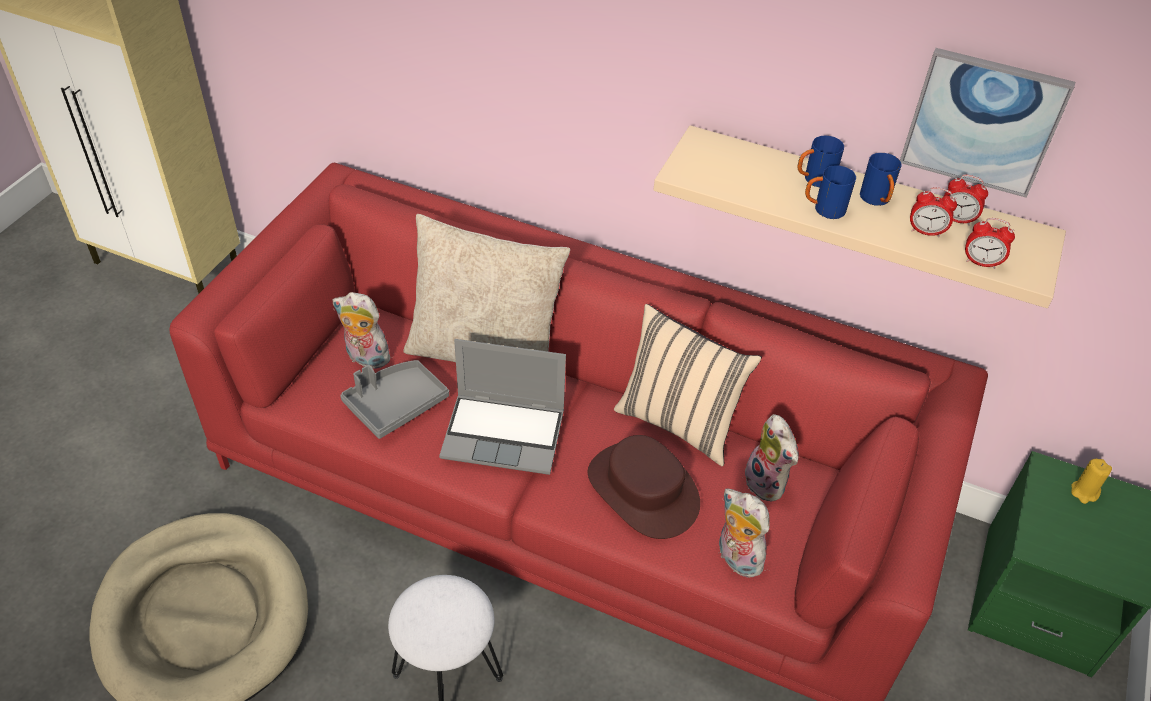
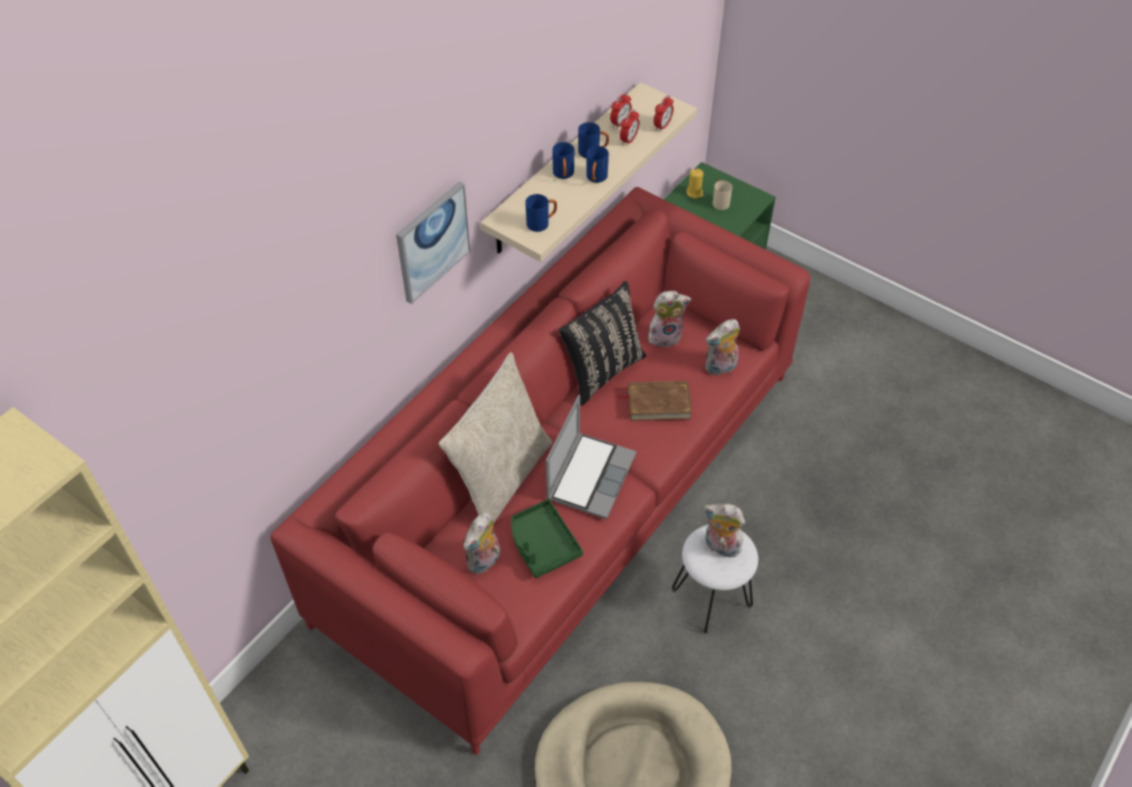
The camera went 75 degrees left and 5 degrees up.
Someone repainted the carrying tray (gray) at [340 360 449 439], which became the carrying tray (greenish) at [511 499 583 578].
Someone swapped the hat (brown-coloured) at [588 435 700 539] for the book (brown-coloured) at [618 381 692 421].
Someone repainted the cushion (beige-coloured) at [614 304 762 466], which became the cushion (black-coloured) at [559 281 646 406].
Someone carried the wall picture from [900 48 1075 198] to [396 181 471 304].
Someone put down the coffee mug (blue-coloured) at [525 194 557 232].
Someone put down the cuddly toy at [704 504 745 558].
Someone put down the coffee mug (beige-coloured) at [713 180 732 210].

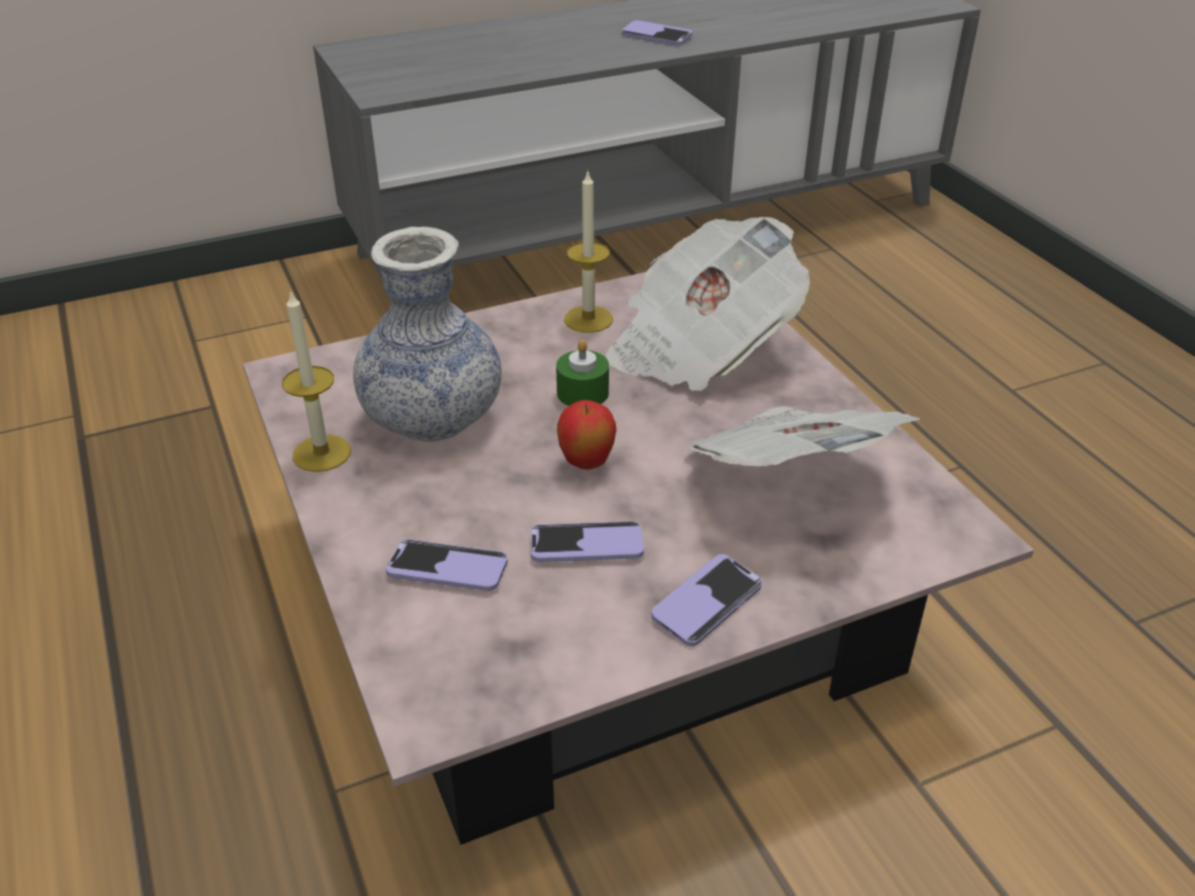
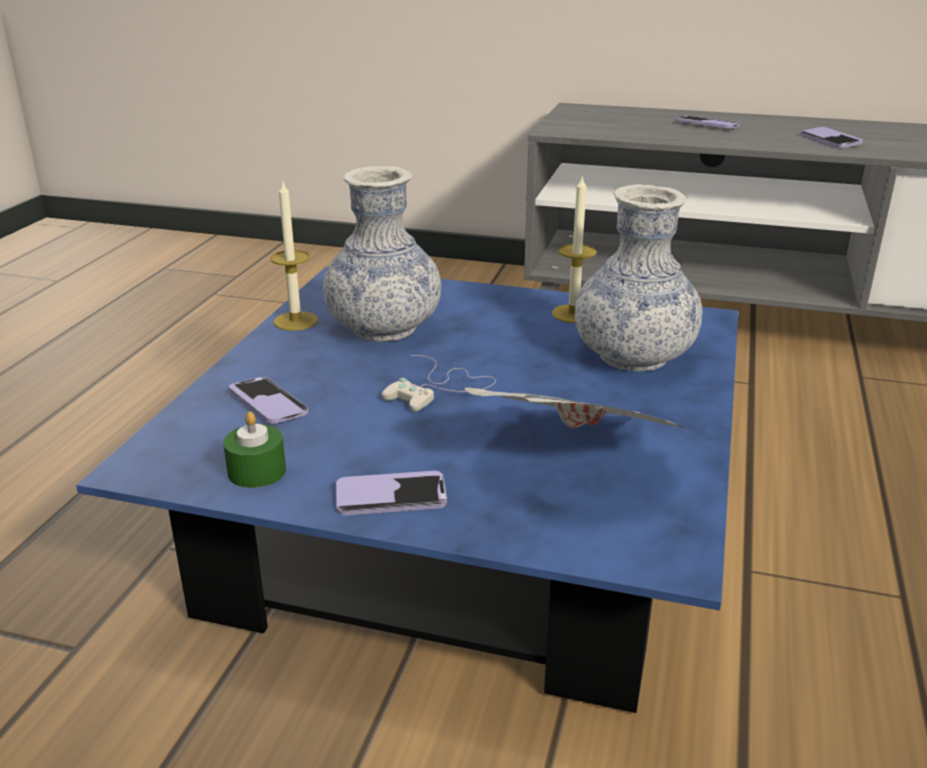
The camera went 40 degrees right and 10 degrees down.
Someone repainted the low table (pinkish) at [243 272 1034 845], which became the low table (blue-coloured) at [76 266 738 713].
Someone carried the phone from [531 521 644 562] to [676 116 740 128].
Someone carried the wax candle (greenish) from [556 340 609 406] to [223 411 286 488].
Someone swapped the whole apple at [557 400 616 469] for the joypad (white) at [381 355 496 412].
Someone swapped the newspaper at [606 217 810 391] for the vase at [575 184 702 371].

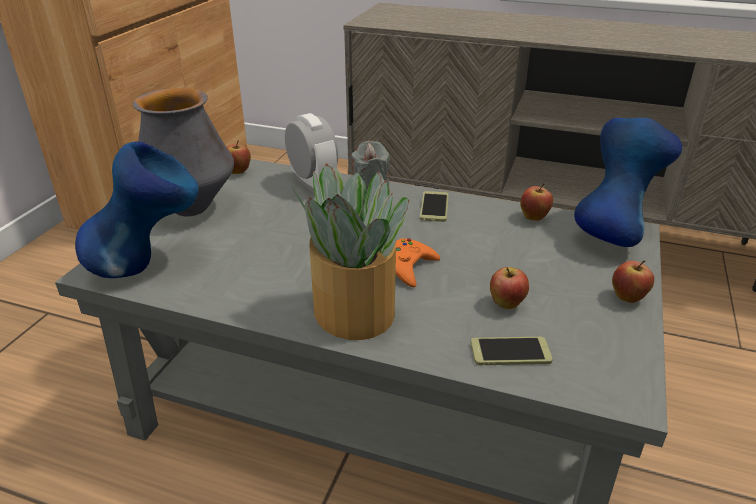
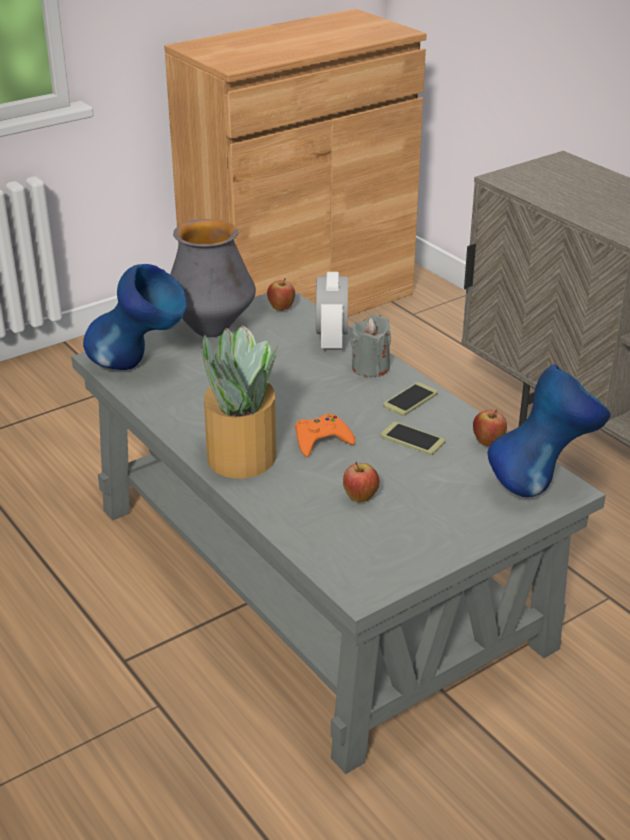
The camera went 35 degrees right and 0 degrees up.
Someone carried the phone from [470 337 553 365] to [381 422 445 455].
Someone took away the whole apple at [612 260 654 303].

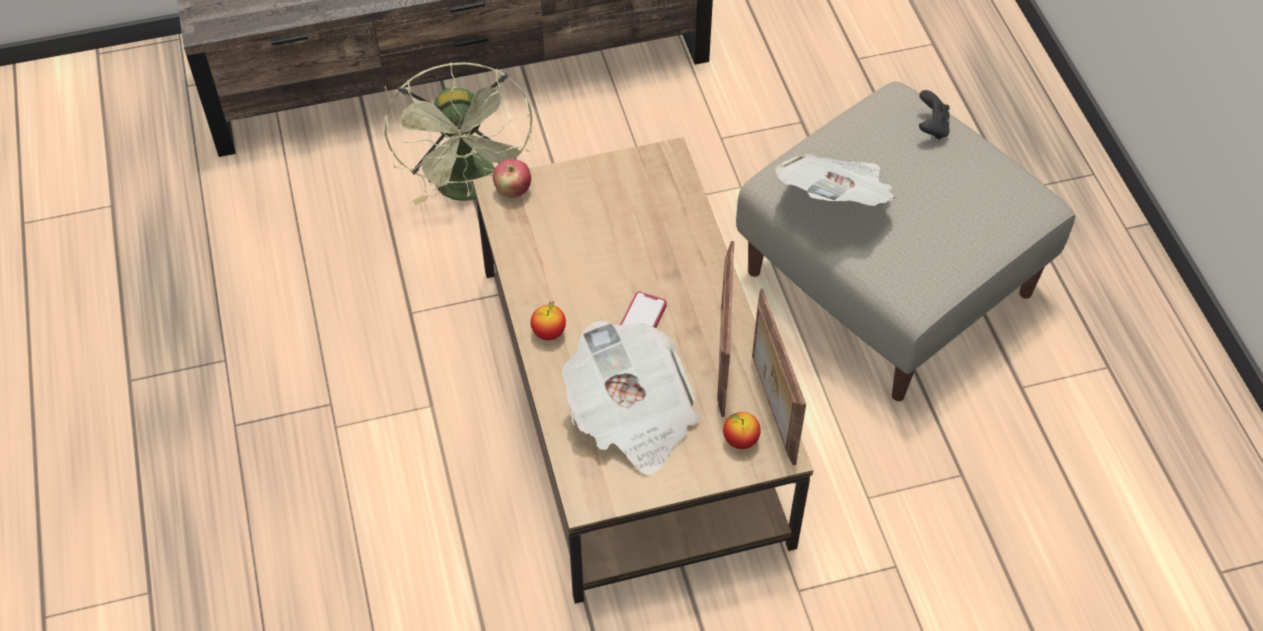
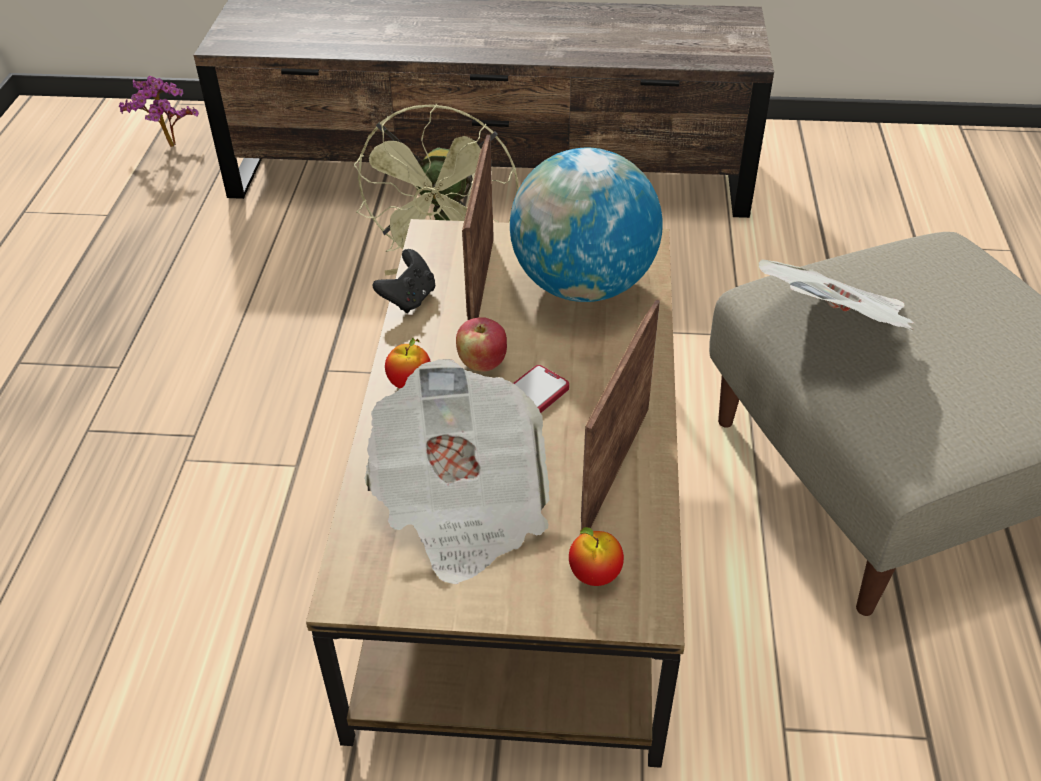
The camera went 20 degrees right and 10 degrees down.
Someone carried the whole apple from [493 159 531 198] to [456 317 507 372].
Someone carried the picture frame from [752 289 806 465] to [462 135 494 320].
Someone carried the joypad (black-coloured) from [919 90 950 140] to [372 249 435 313].
Someone put down the plant in a pot at [119 76 199 147].
Someone put down the globe at [510 148 663 302].

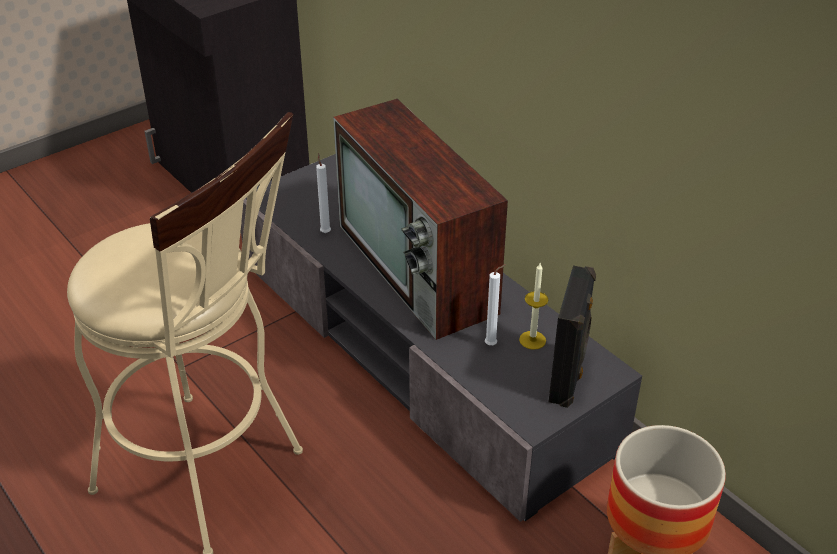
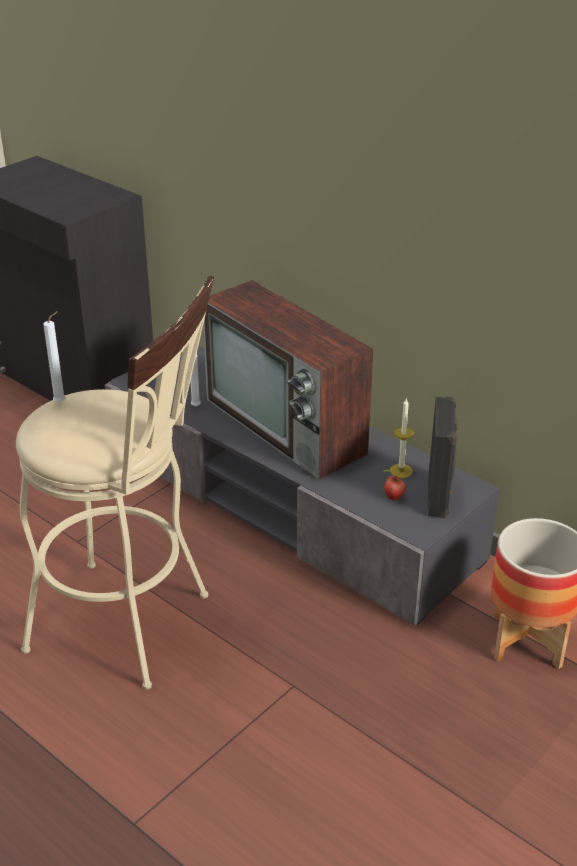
The camera went 10 degrees left and 5 degrees down.
Someone carried the wax candle (white) from [485 264 506 345] to [43 311 66 403].
Someone put down the whole apple at [382 470 406 501].

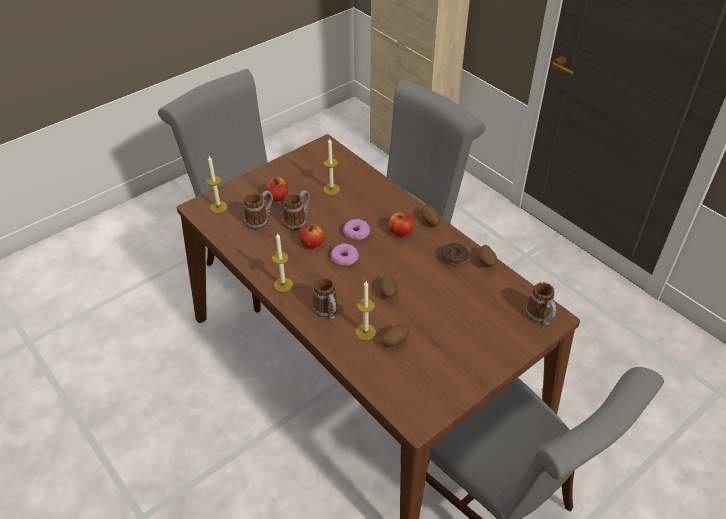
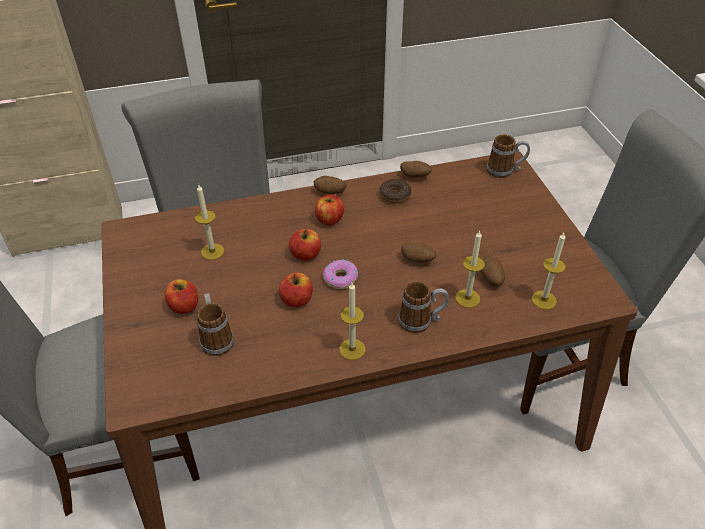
The camera went 65 degrees left and 0 degrees up.
Someone carried the wax candle from [206 156 227 213] to [532 233 566 309].
Someone took away the coffee mug at [283 190 310 230].
Someone swapped the ring doughnut at [343 219 370 240] for the whole apple at [289 229 321 261].

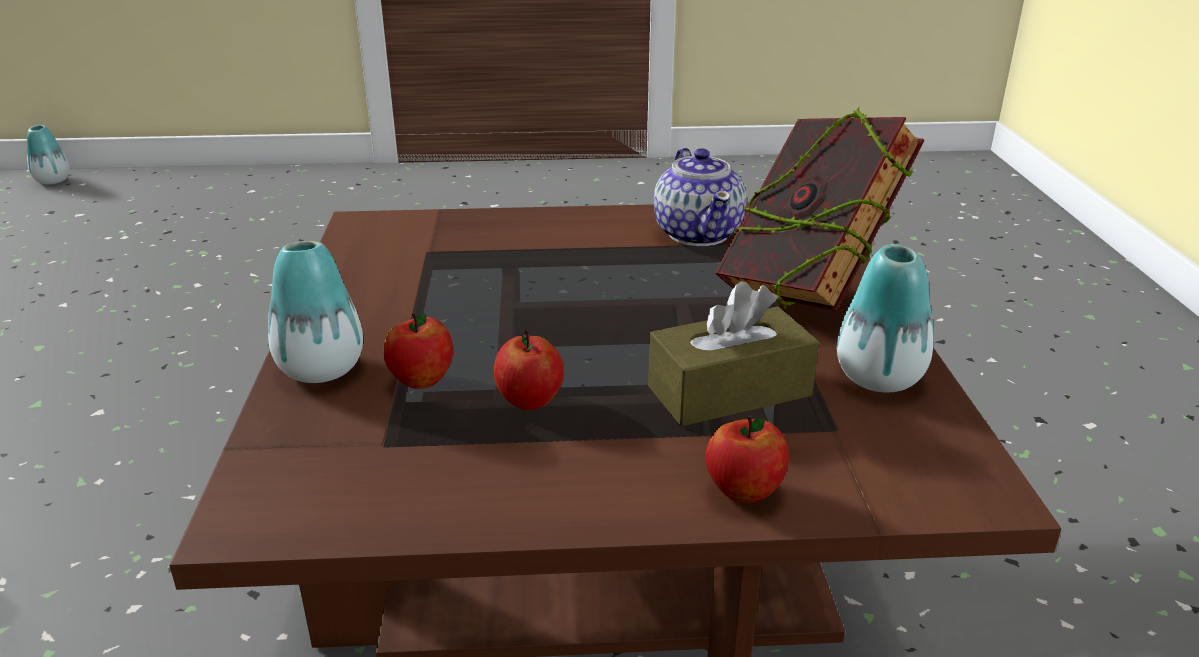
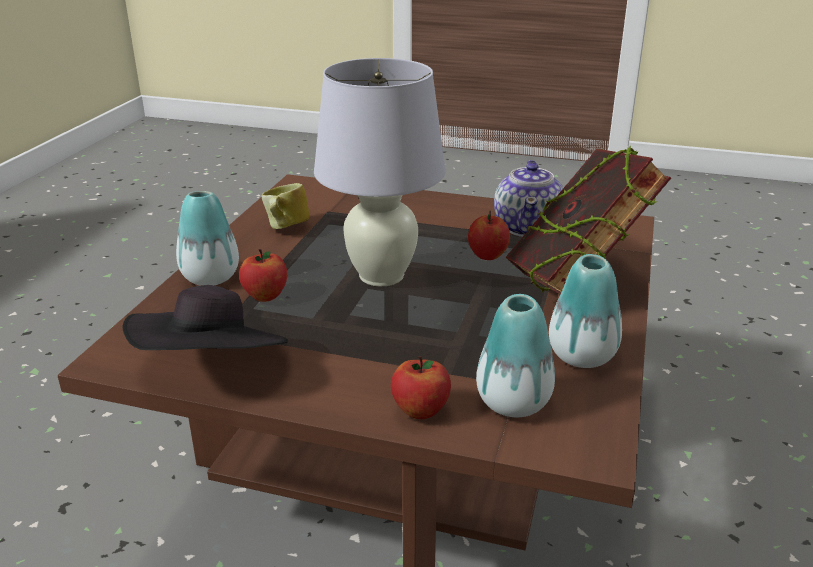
The camera went 20 degrees right and 0 degrees up.
Someone carried the vase from [27 125 70 184] to [476 294 555 417].
Someone carried the whole apple from [494 330 564 410] to [468 211 510 260].
Someone took away the tissue holder (brown-coloured) at [648 281 819 427].
Someone put down the hat (black-coloured) at [123 285 288 350].
Someone put down the coffee mug at [262 183 310 229].
Someone put down the tabletop lamp (white) at [314 58 446 287].

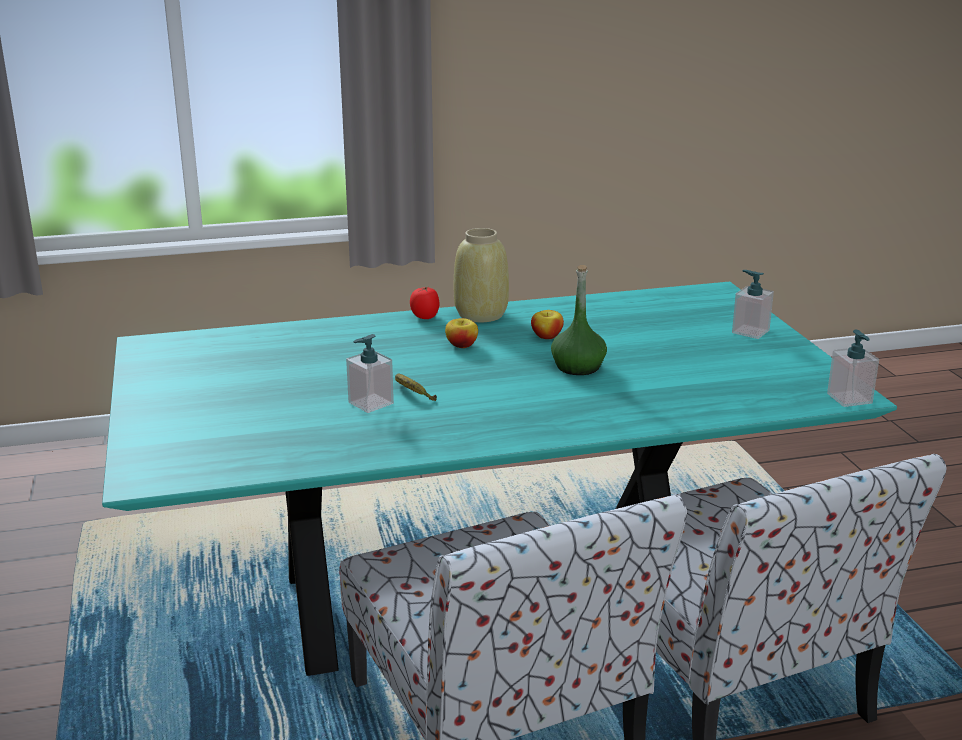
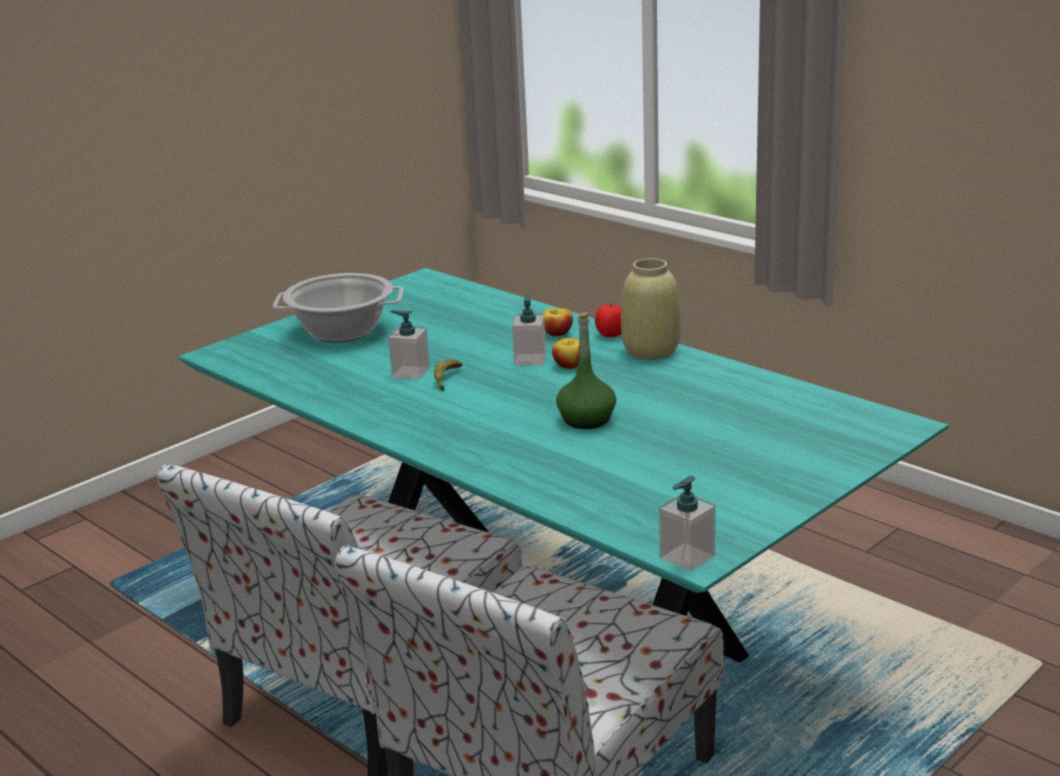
The camera went 60 degrees right and 0 degrees up.
Someone carried the whole apple from [531 310 564 339] to [543 308 573 336].
Someone carried the soap dispenser from [732 270 774 339] to [512 294 546 366].
Someone put down the saucepot at [273 273 403 343].

